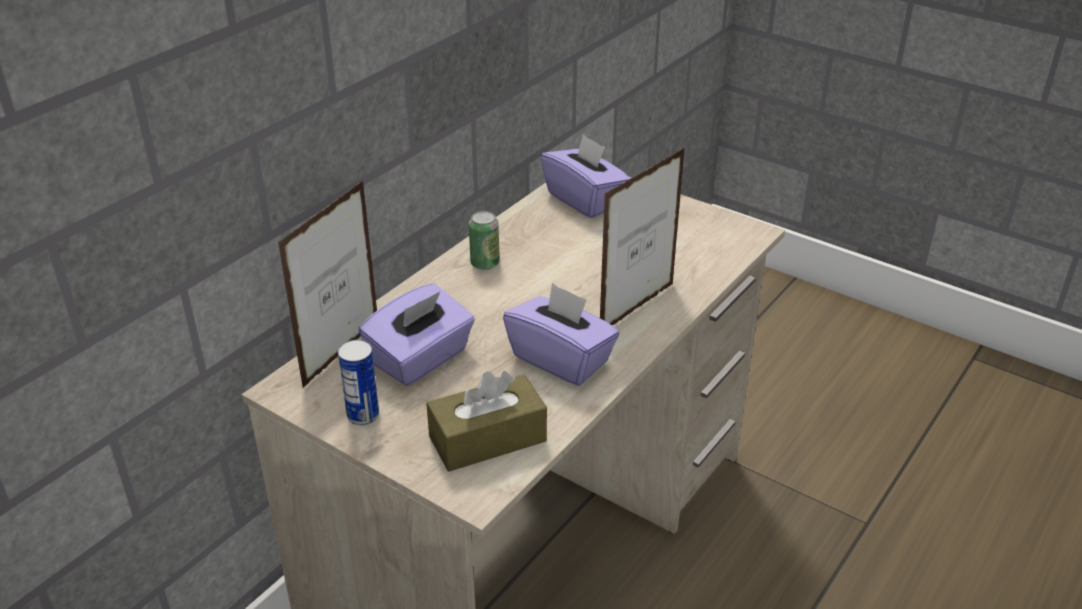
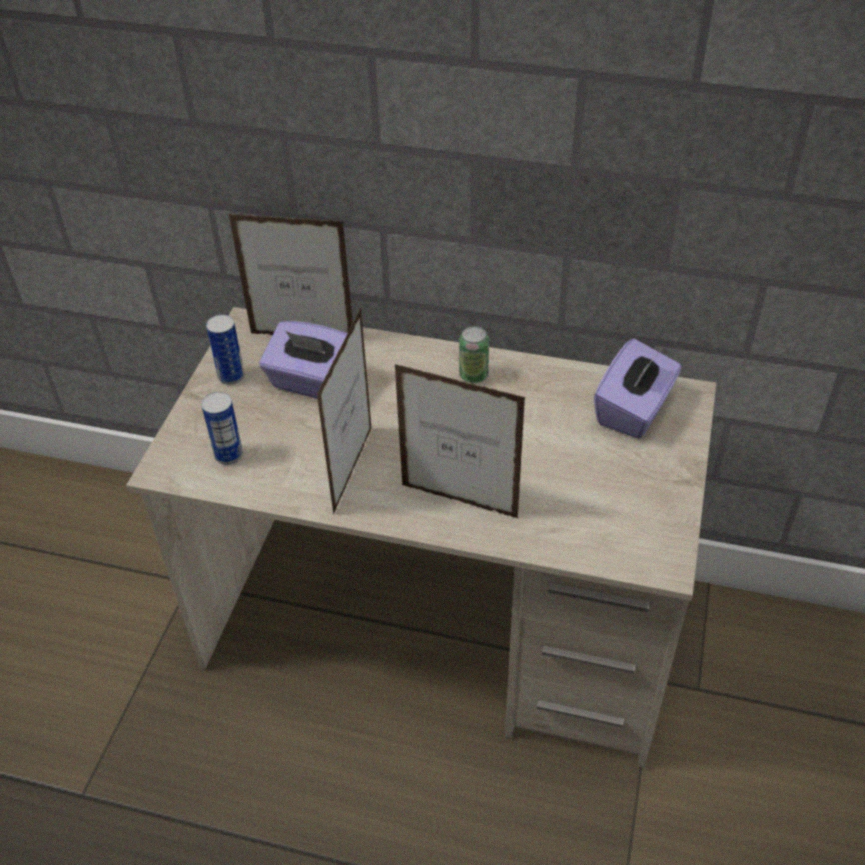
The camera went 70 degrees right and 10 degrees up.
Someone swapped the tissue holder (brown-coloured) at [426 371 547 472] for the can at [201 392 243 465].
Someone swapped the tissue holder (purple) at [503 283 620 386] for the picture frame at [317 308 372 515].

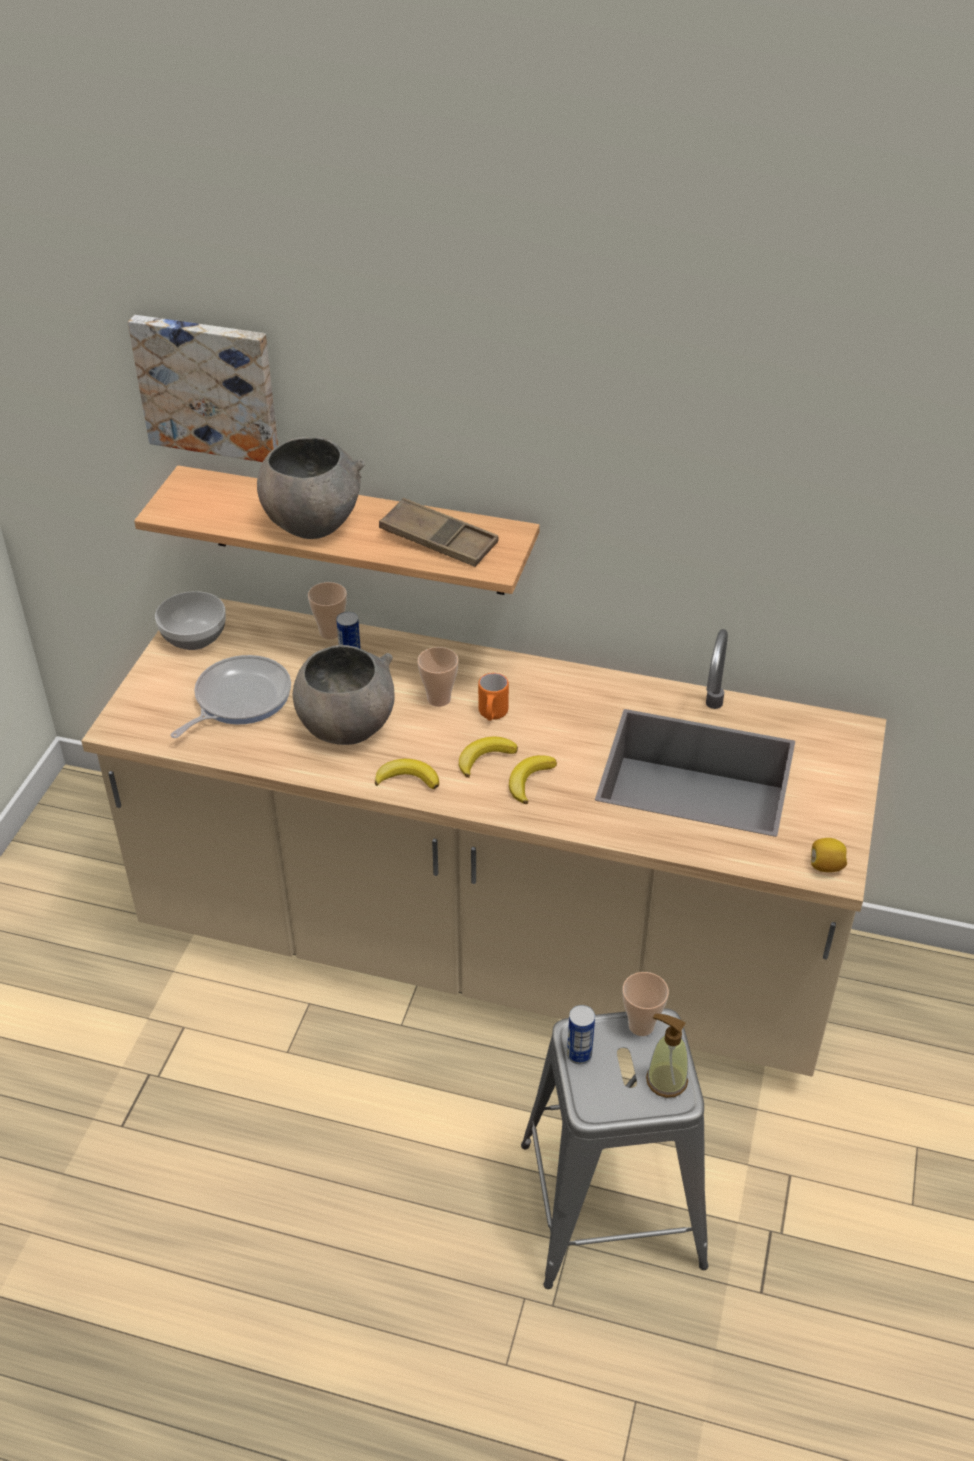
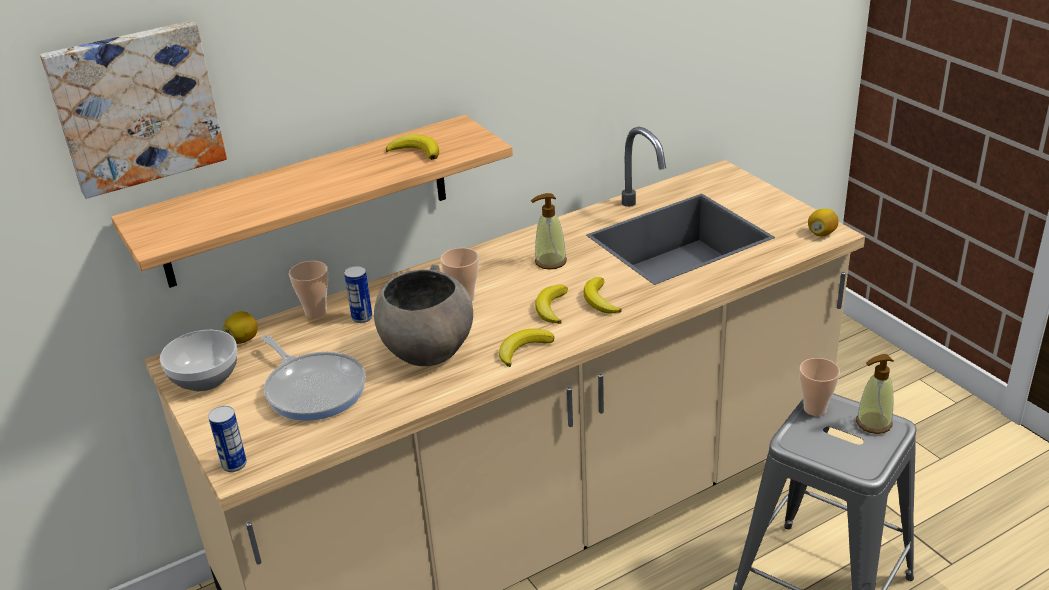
The camera went 45 degrees left and 10 degrees down.
Someone rotated the frying pan at [170 655 291 738] by 150 degrees clockwise.
Someone took away the serving bowl (gray) at [257 437 365 539].
Someone swapped the carrying tray (brown-coloured) at [379 498 499 567] for the banana fruit at [386 135 439 160].
Someone took away the coffee mug (orange) at [478 673 509 721].
Someone carried the can from [567 1005 595 1065] to [208 406 247 472].
Someone put down the whole lemon at [224 312 258 344].
Someone put down the soap dispenser at [531 193 567 270].

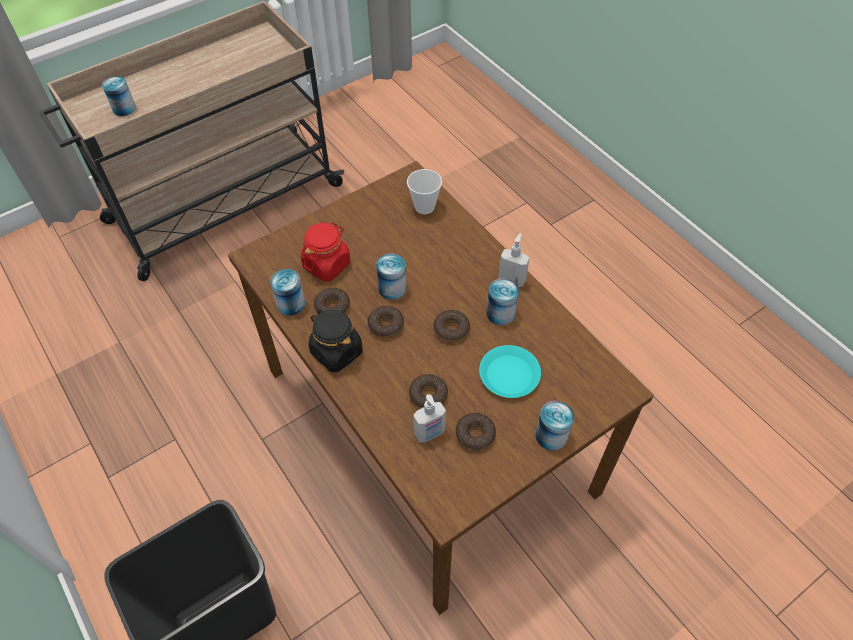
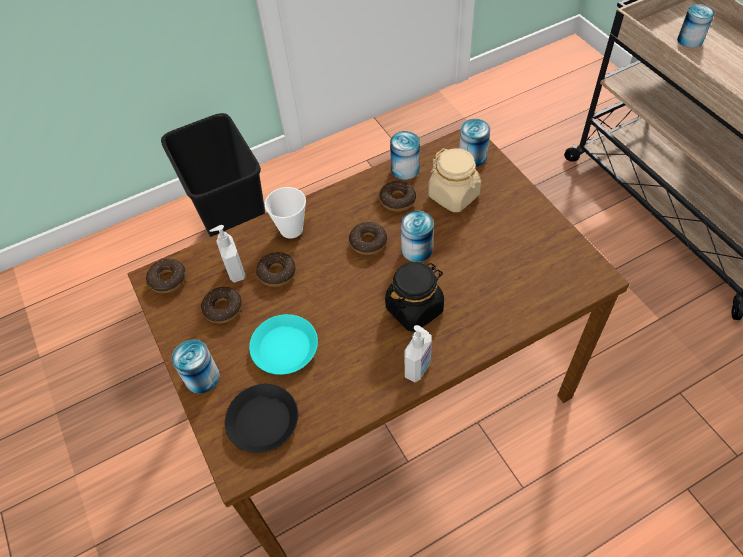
The camera went 100 degrees right and 0 degrees up.
Someone repainted the preserve jar (red-coloured) at [301 222 351 282], which became the preserve jar (beige-coloured) at [428 148 481 212].
Someone carried the preserve jar (black-coloured) from [309 310 363 372] to [385 262 444 332].
Someone carried the small cup from [407 169 442 214] to [265 187 306 239].
Someone carried the ring doughnut from [433 310 470 342] to [146 259 186 293].
Someone carried the can from [487 278 519 325] to [459 119 491 167].
Someone put down the flat dish (black-coloured) at [225 384 298 453].

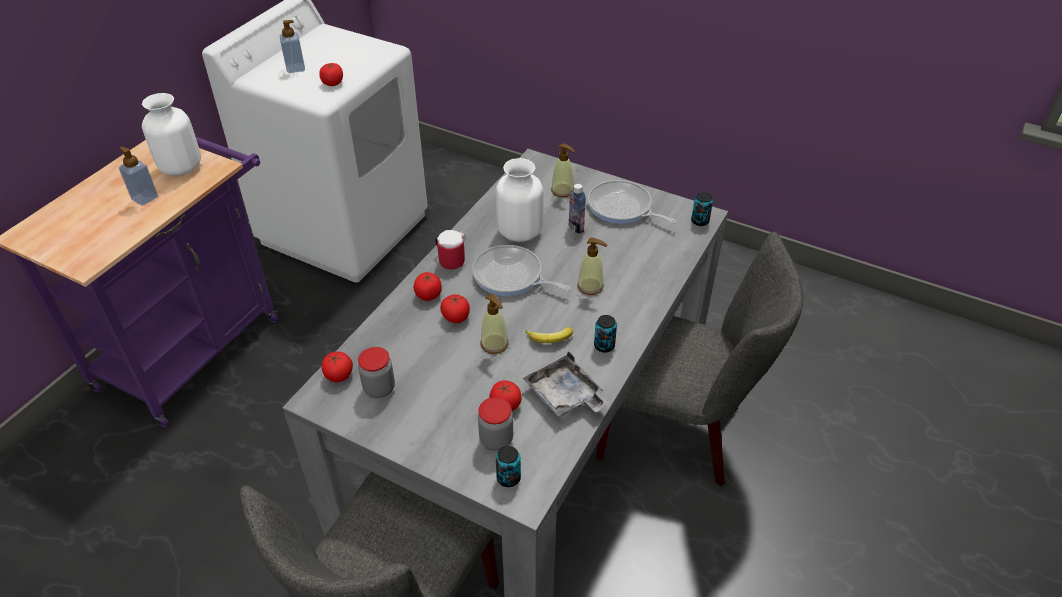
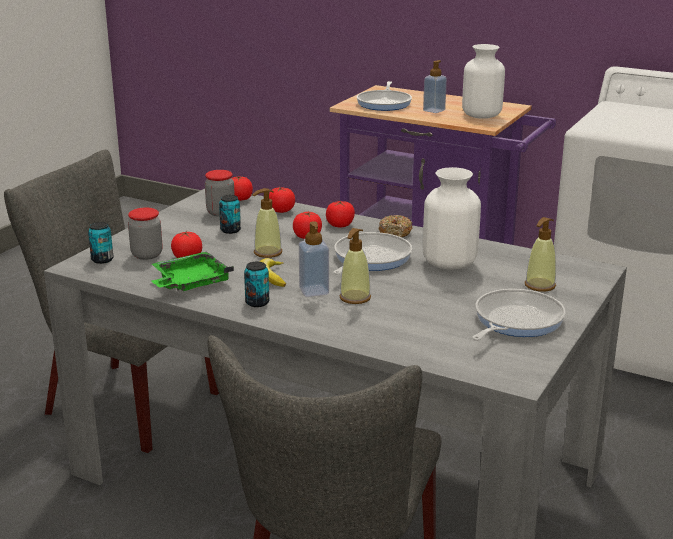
The camera went 90 degrees right and 20 degrees down.
Someone carried the soap dispenser from [280 20 305 73] to [299 221 329 297].
Someone carried the fresh tomato from [319 63 343 86] to [269 187 295 213].
Someone swapped the coffee mug at [435 230 466 269] for the ring doughnut at [379 215 412 237].
Someone repainted the carrying tray (gray) at [523 351 610 416], which became the carrying tray (greenish) at [151 251 234 291].
Someone took away the drink bottle at [569 184 586 234].
Someone carried the can from [691 192 713 226] to [219 195 241 234].
Someone put down the frying pan at [357 81 412 111].

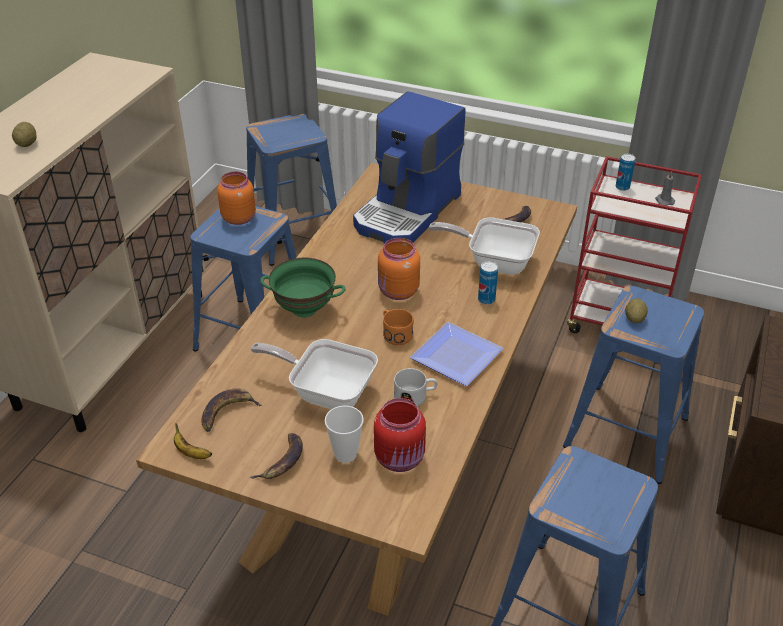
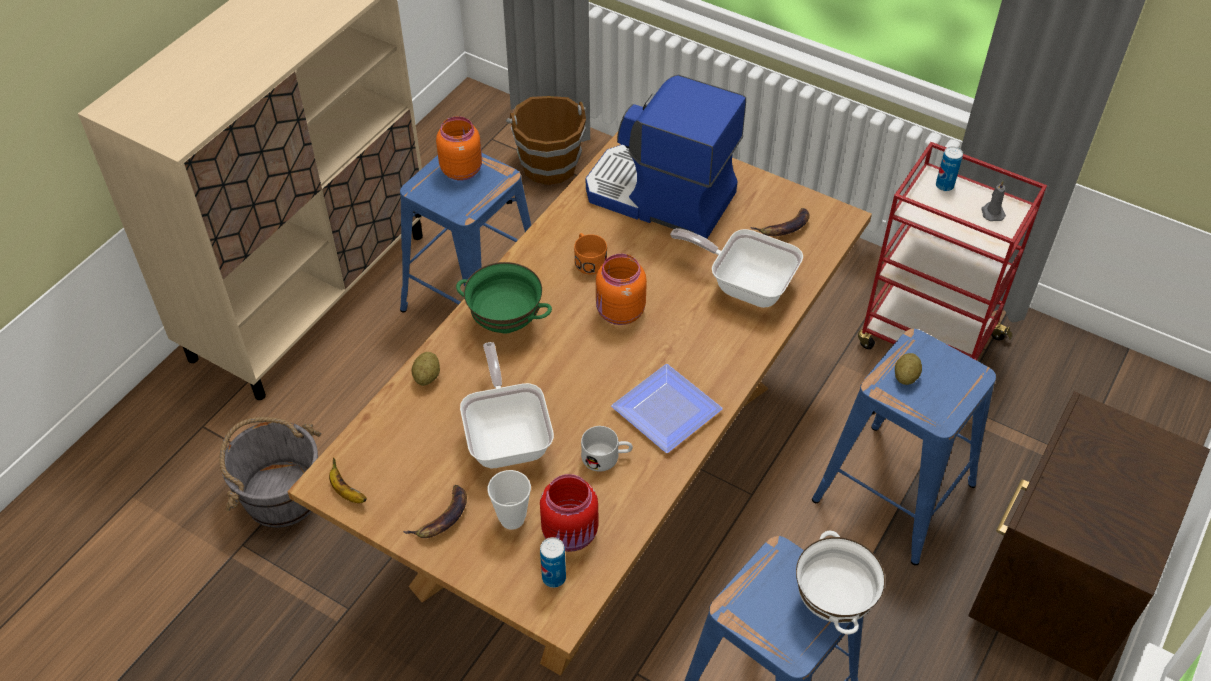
The camera went 10 degrees right and 10 degrees up.
Someone carried the whole potato from [12 122 37 147] to [411 352 440 386].
Someone took away the banana fruit at [201 388 262 432].
Someone swapped the stool (blue-coloured) at [246 114 337 266] for the pail (brown-coloured) at [506 96 586 185].
Someone rotated the frying pan at [251 339 378 409] by 45 degrees clockwise.
Someone rotated the coffee machine at [353 91 465 244] by 75 degrees clockwise.
Someone carried the coffee mug (orange) from [383 309 413 345] to [574 233 607 275].
Someone carried the can from [478 261 498 305] to [540 537 566 588].
Someone put down the pail (gray) at [219 417 321 528].
Someone put down the serving bowl (white) at [796 530 885 634].

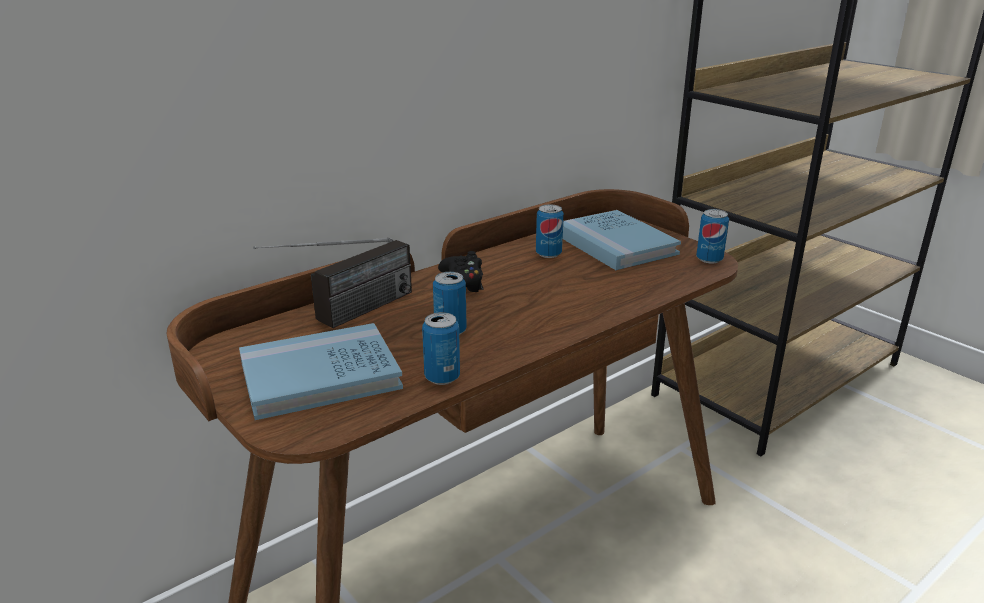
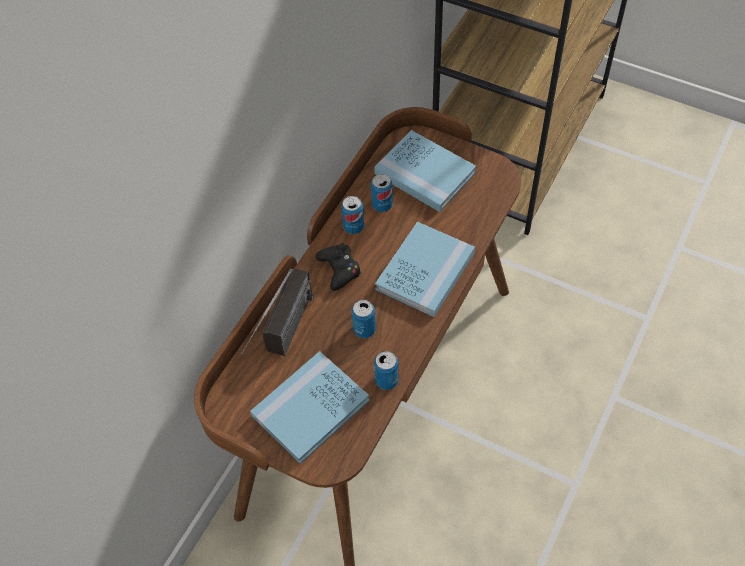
The camera went 20 degrees left and 30 degrees up.
Someone carried the can from [696 209 729 263] to [341 196 364 234].
Someone put down the book (blue-coloured) at [375 222 475 317].

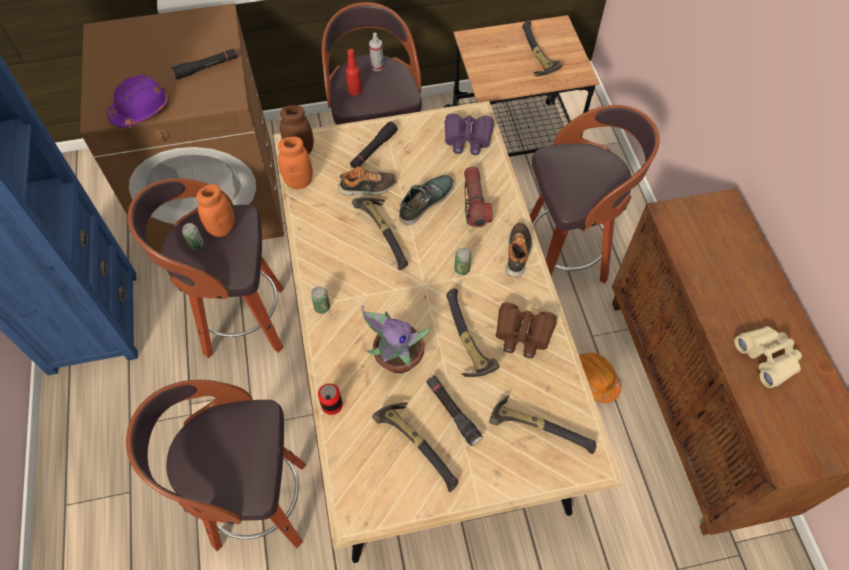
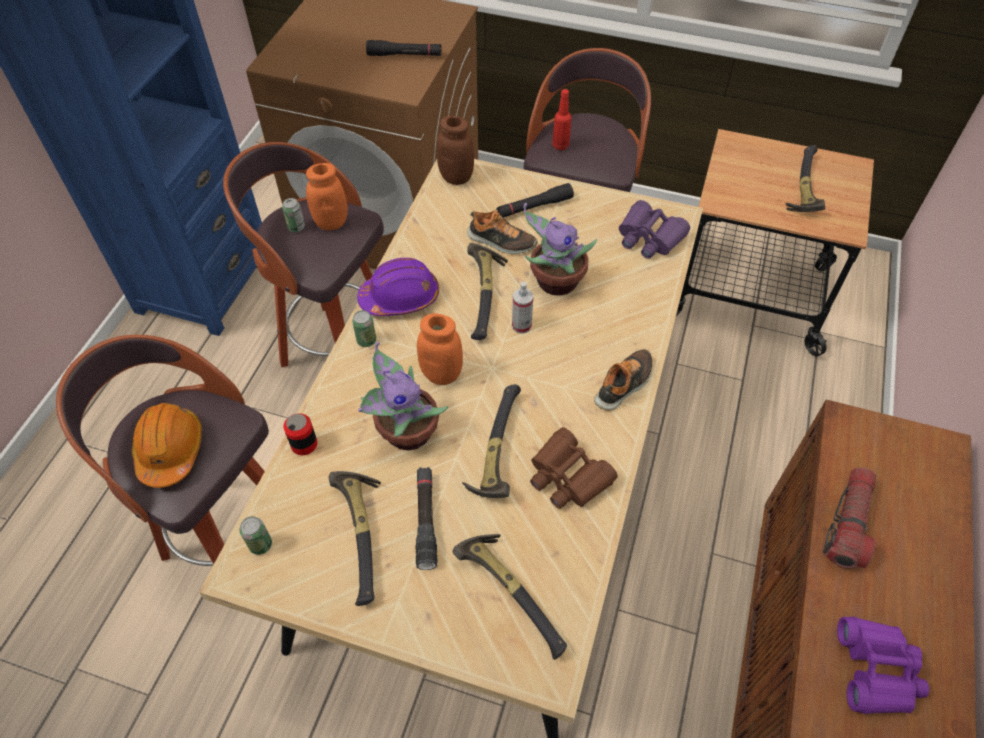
The camera went 30 degrees right and 5 degrees down.
Someone carried the safety helmet (purple) from [107 75 169 127] to [357 258 439 316].
Someone carried the preserve jar (orange) from [278 136 313 189] to [417 313 463 385].
Someone carried the sprayer from [369 33 384 71] to [512 282 533 334].
Someone swapped the low shoe at [399 175 454 225] for the plant in a pot at [524 203 597 296].
Someone carried the can from [454 248 471 275] to [239 516 272 555].
Someone carried the hand torch from [464 166 493 227] to [823 467 876 568].
Someone took away the stool at [530 105 659 283].
Someone carried the safety helmet (orange) from [579 353 621 403] to [132 403 202 488].
Someone repainted the pair of binoculars (beige-coloured) at [734 326 802 388], which became the pair of binoculars (purple) at [837 617 929 714].

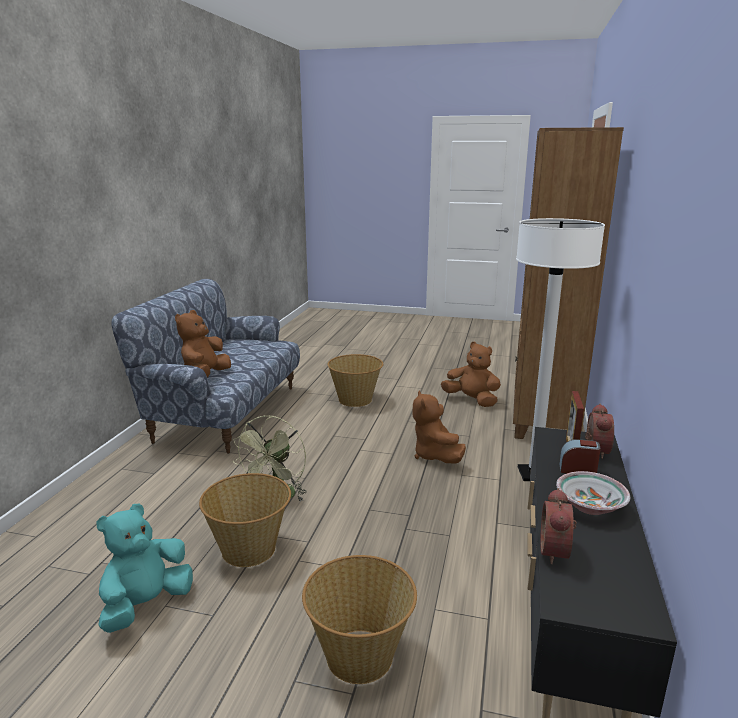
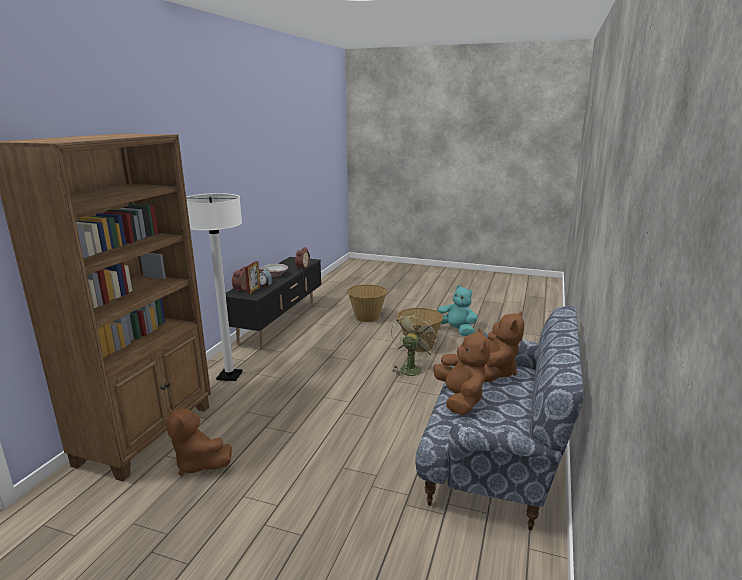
The camera went 175 degrees left and 0 degrees up.
Someone rotated the cuddly toy (turquoise-coloured) at [97 504 193 633] by 90 degrees counterclockwise.
Someone took away the basket at [328 354 383 407].
Someone carried the cuddly toy (brown-coloured) from [412 390 466 463] to [433 329 490 415].

